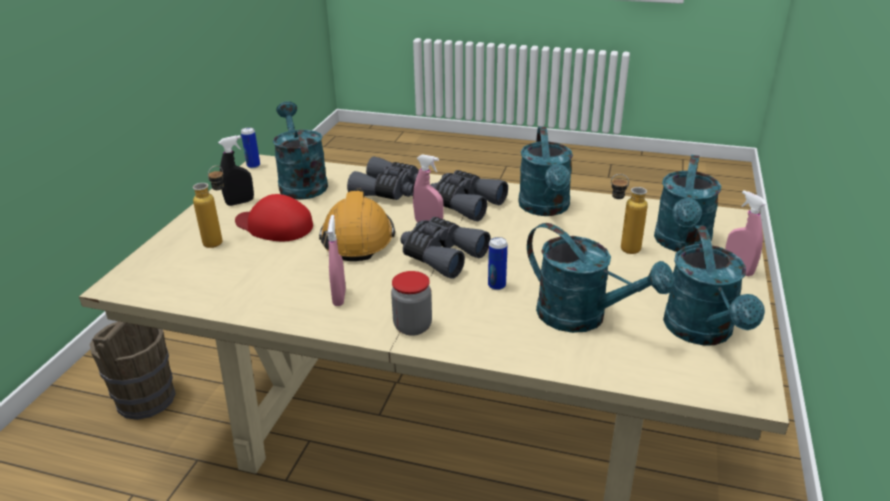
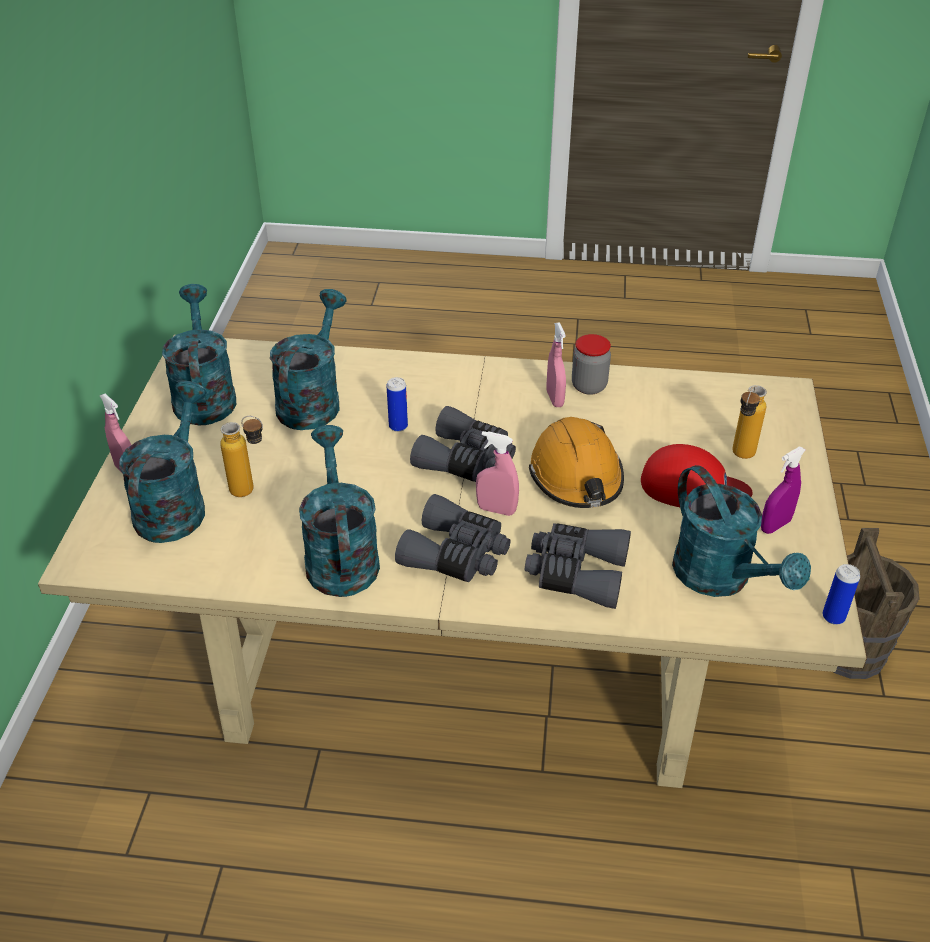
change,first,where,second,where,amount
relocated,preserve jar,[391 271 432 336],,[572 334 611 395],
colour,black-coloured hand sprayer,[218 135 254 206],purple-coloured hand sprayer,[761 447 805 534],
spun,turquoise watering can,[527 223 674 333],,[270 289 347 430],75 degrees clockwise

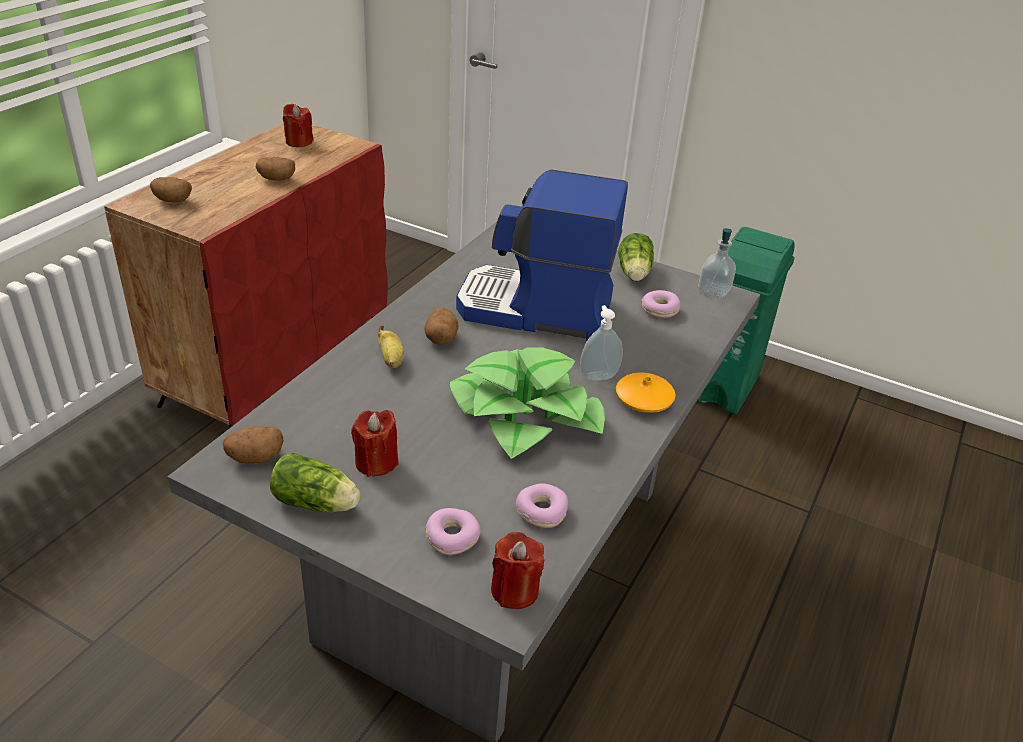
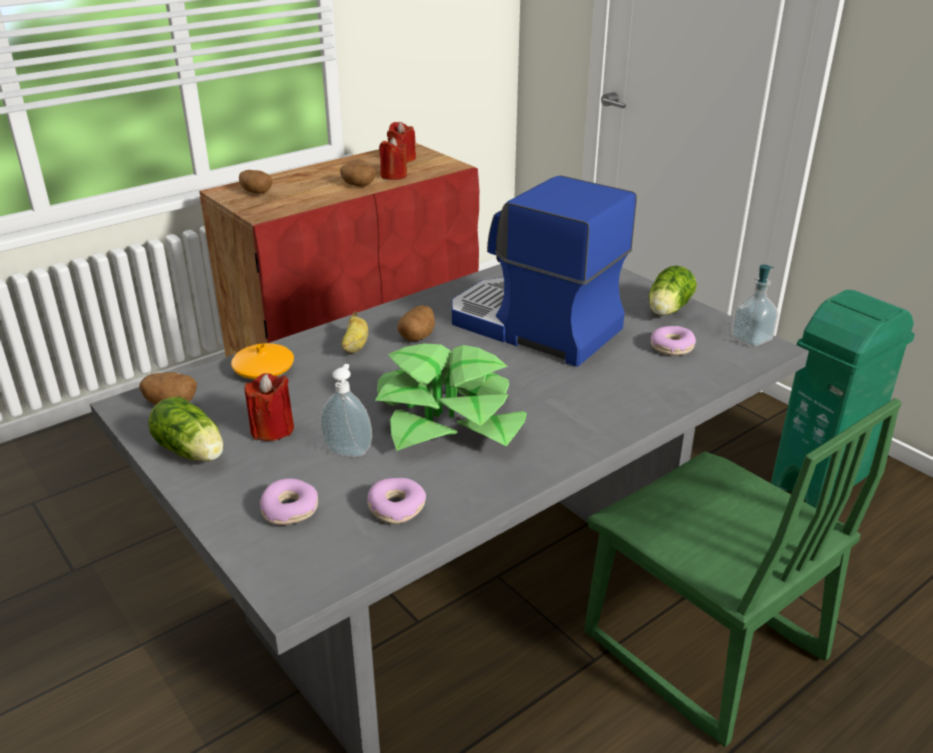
change,first,where,second,where,amount
appeared,,,green upright chair,[585 398 902 747],
relocated,reddish wax light,[491 532 544 609],,[379 137 407 180],
relocated,soap bottle,[580 305 623 381],,[320 364 372 457],
relocated,orange decorative vase,[616 372 676 413],,[231 343 294 379],

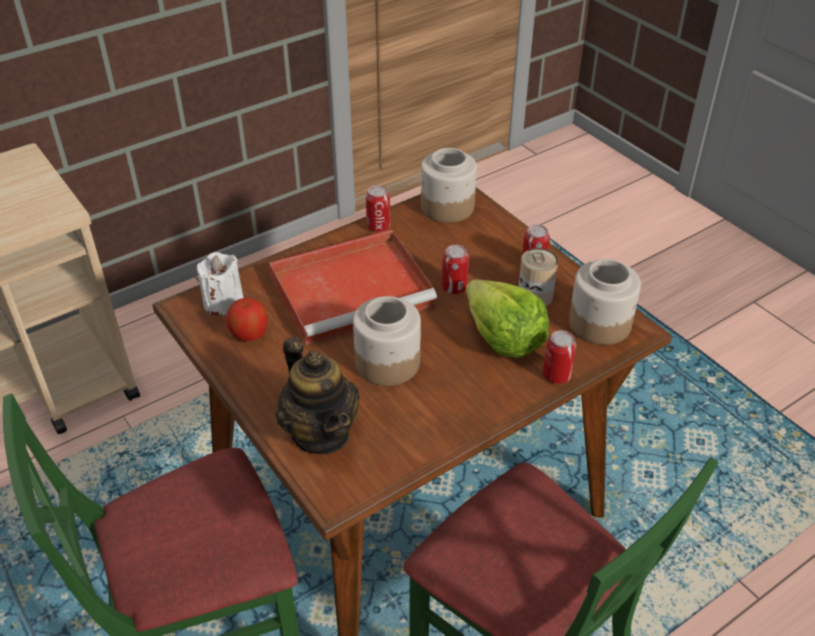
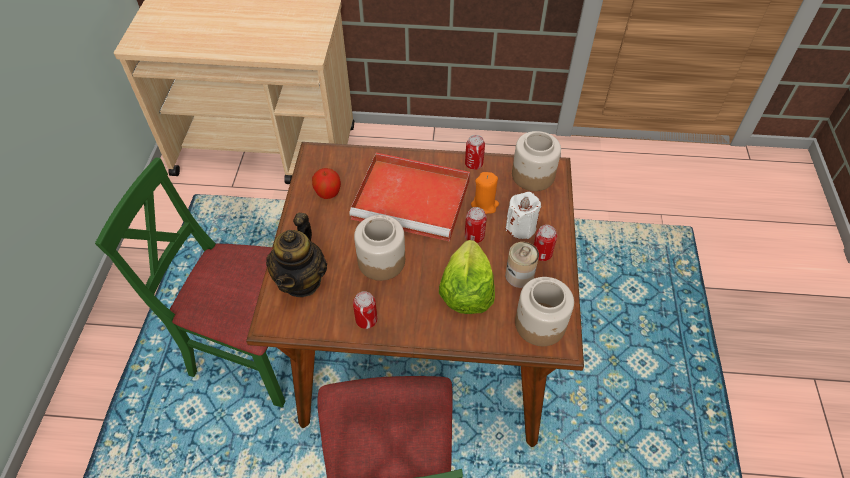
change,first,where,second,where,amount
appeared,,,orange wax light,[471 172 499 214],
relocated,white wax light,[197 252 244 316],,[505 192 541 239],
relocated,metal can,[543 330 576 384],,[353 291 377 329],

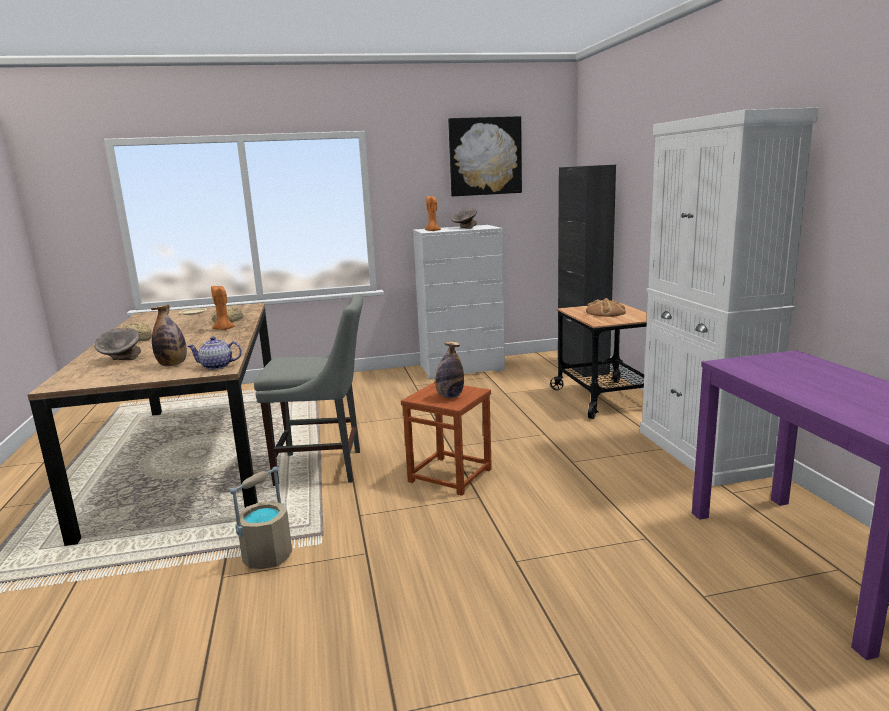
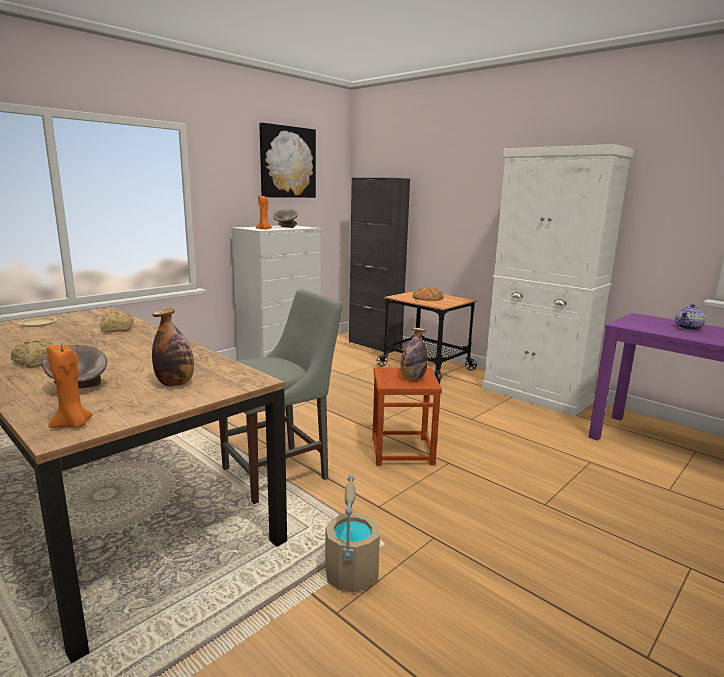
change,first,where,second,where,amount
relocated,pot for tea,[187 336 242 370],,[675 304 706 330],
relocated,orange wax light,[211 286 235 330],,[47 343 93 428],

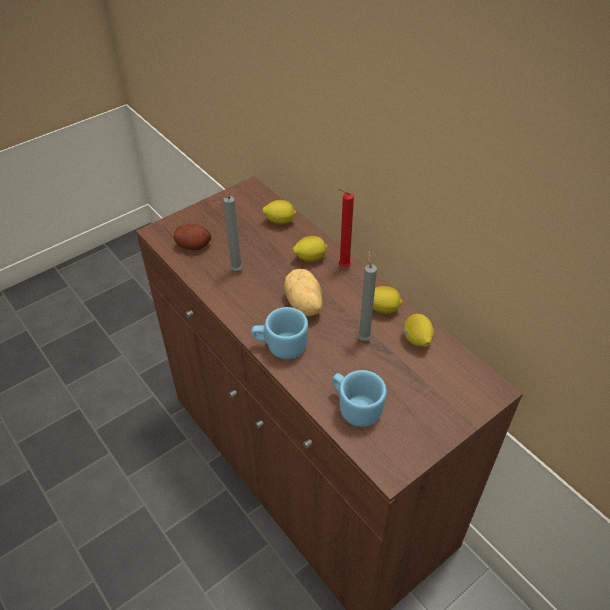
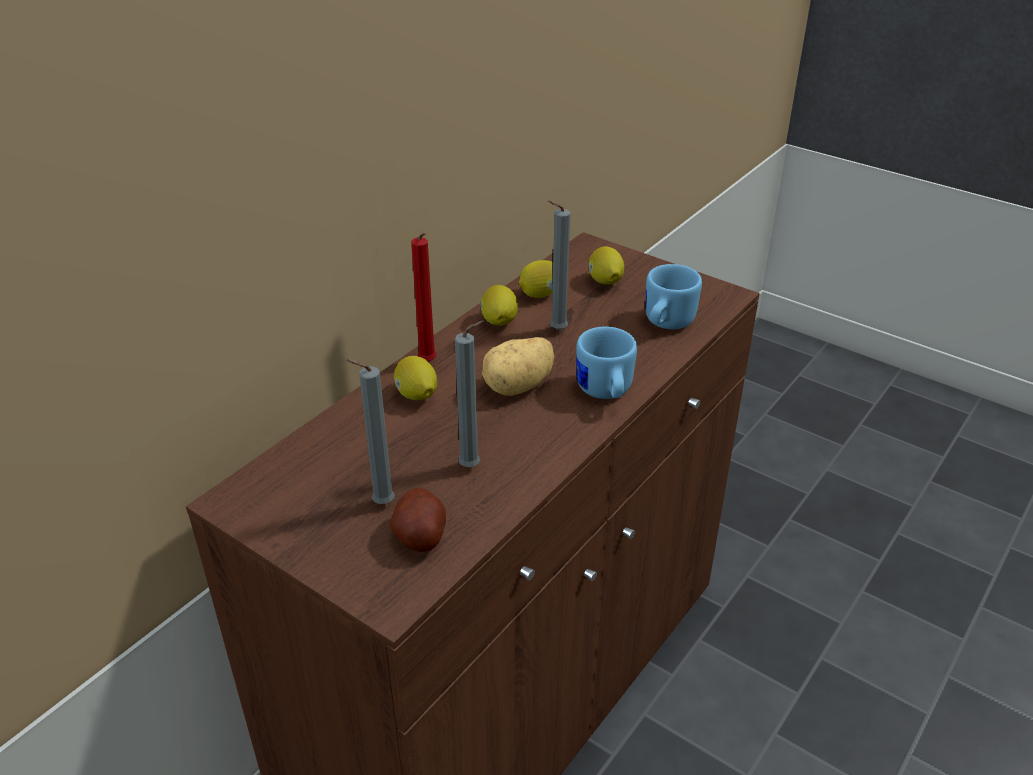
change,first,where,second,where,amount
appeared,,,gray wax light,[347 359 395 504],
relocated,citrus fruit,[263 200 296 225],,[588 246 624 284],

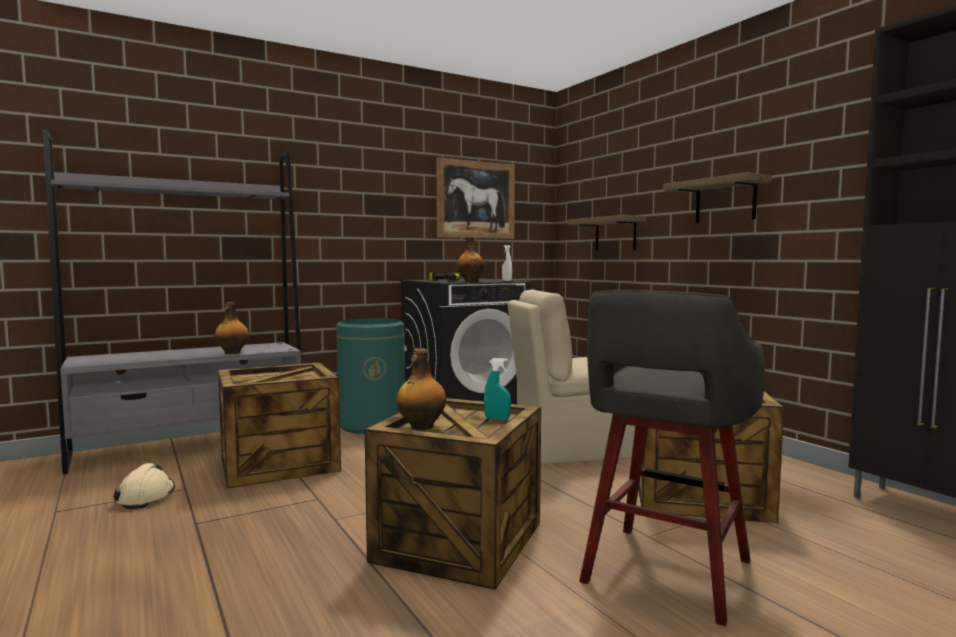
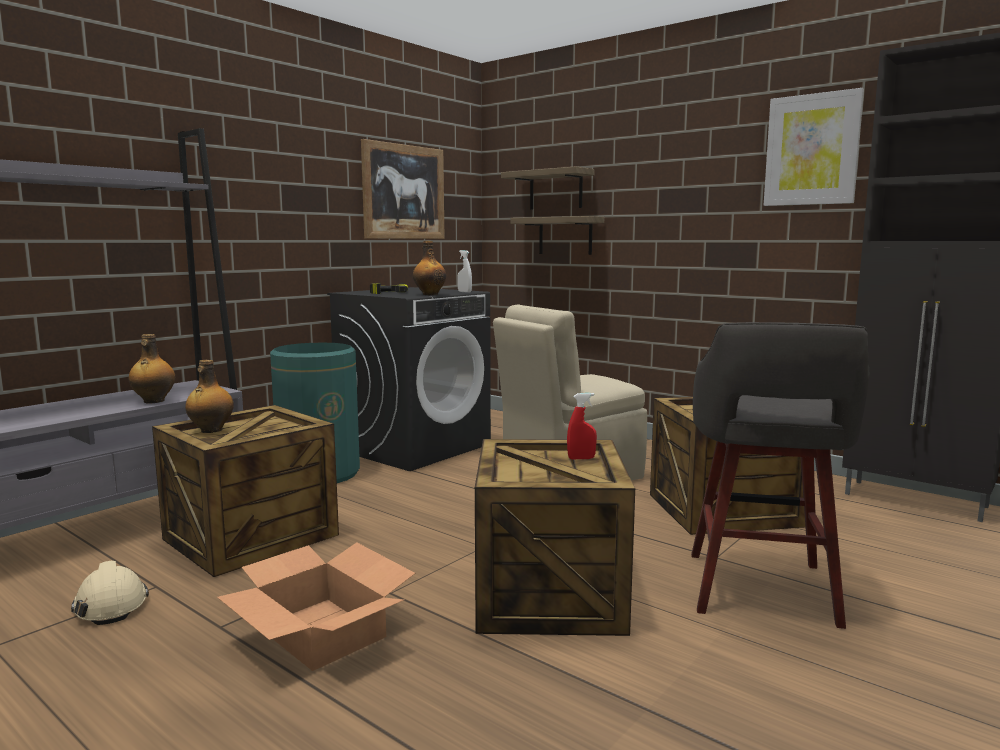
change,first,where,second,where,amount
appeared,,,cardboard box,[217 542 415 671],
appeared,,,wall picture,[764 88 864 206],
relocated,beverage bottle,[396 348 447 430],,[185 360 234 433],
relocated,wall shelf,[663 172 772 223],,[501 166 595 210],
colour,turquoise hand sprayer,[484 358 511 420],reddish hand sprayer,[567 393 597 459],

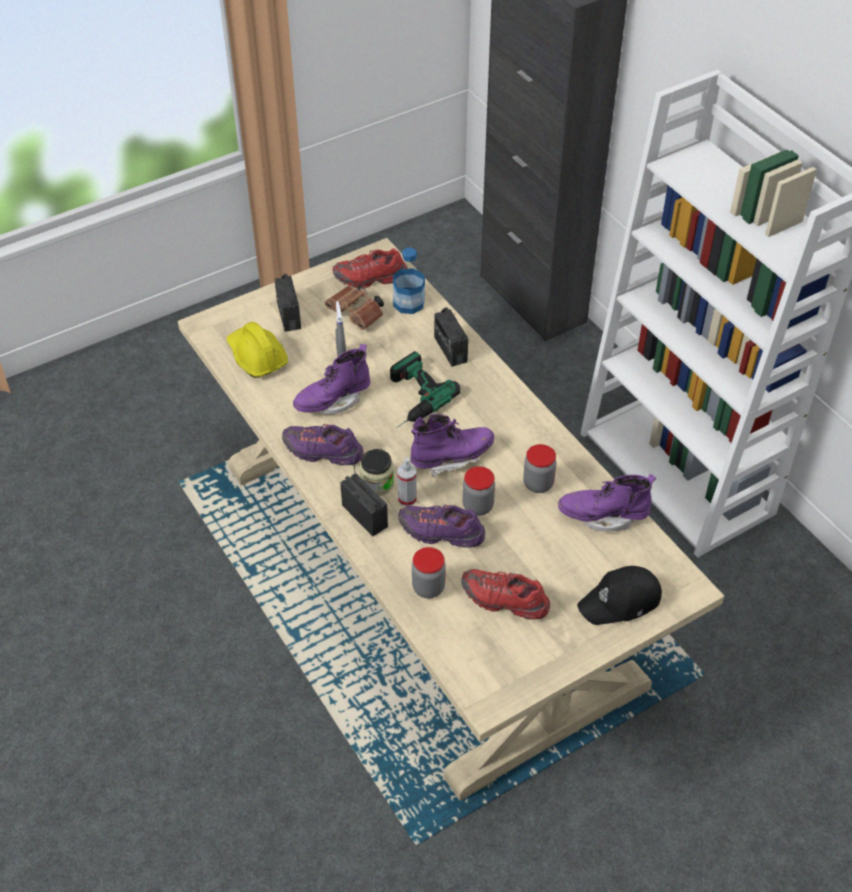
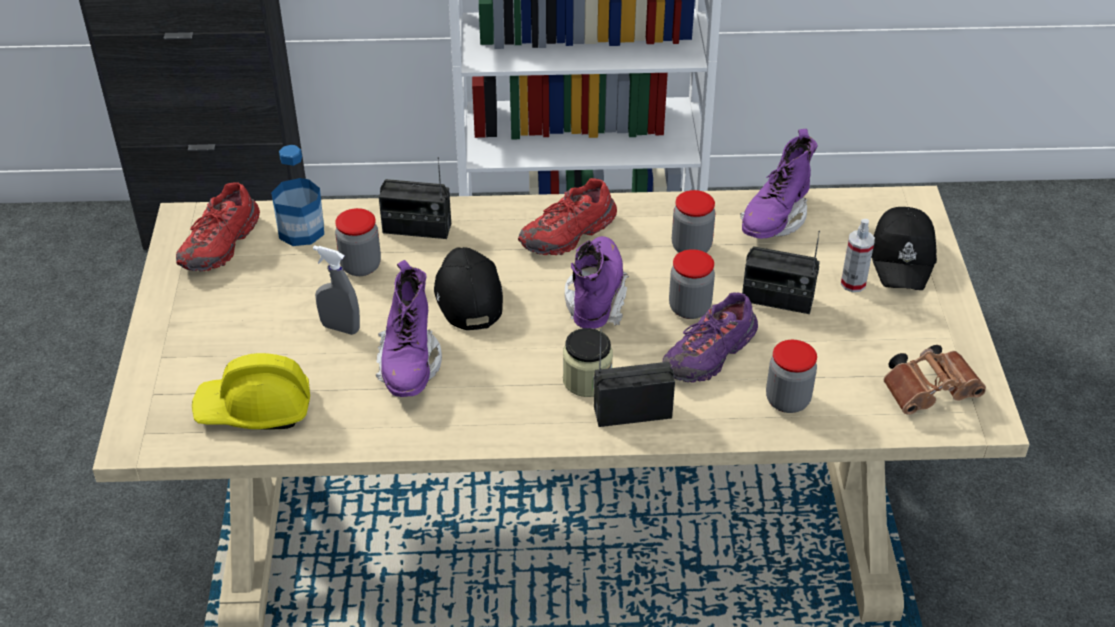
change,first,where,second,where,amount
missing,purple-coloured low shoe,[282 424 363 465],,,
appeared,,,preserve jar,[335 208 381 276],
relocated,radio receiver,[274 274 301 332],,[742 231 820 314],
relocated,brownish field glasses,[325 285 384 330],,[883 345 986 415],
relocated,hand sprayer,[398 458 417 506],,[841 219 875 292],
relocated,reddish low shoe,[461 569 550 620],,[518 178 617 255],
exchanged,power drill,[390 351 460 428],black-coloured baseball cap,[434 247 503 330],

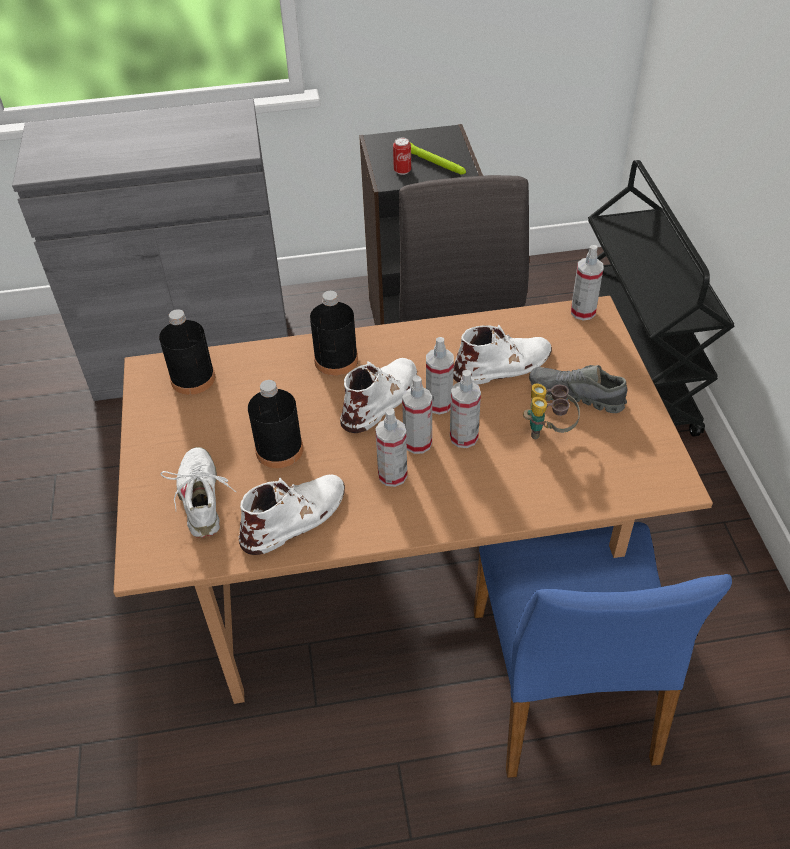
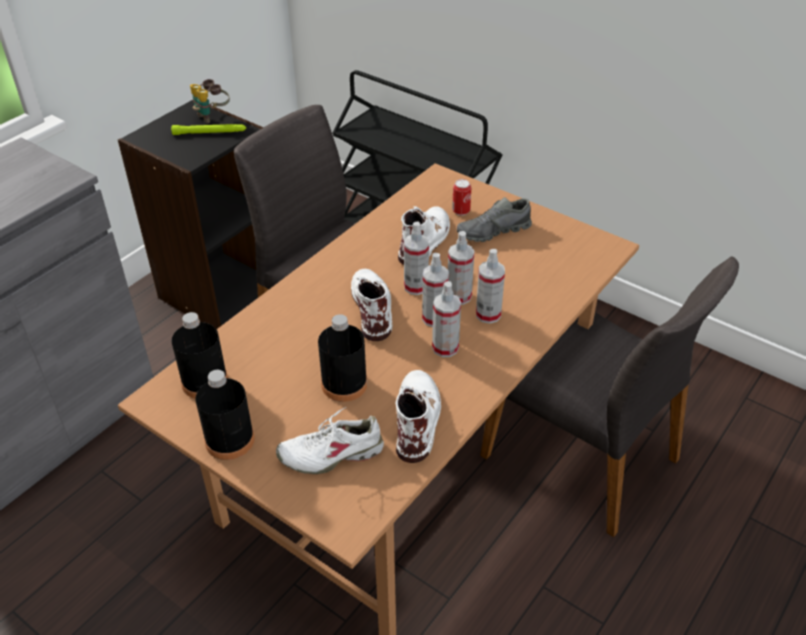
change,first,where,second,where,amount
relocated,black-coloured beverage bottle,[310 291 358 376],,[196 370 255 460],
relocated,metal can,[393 138 411 175],,[452 179 471 216],
relocated,field glasses,[523 384 580 439],,[190 79 230 123],
relocated,hand sprayer,[571 245 604 321],,[476 249 505 324],
colour,blue upright chair,[474 522 732 778],gray upright chair,[480 257 739 538],
spun,white low shoe,[160 447 236 538],,[276 407 384 474],45 degrees counterclockwise

